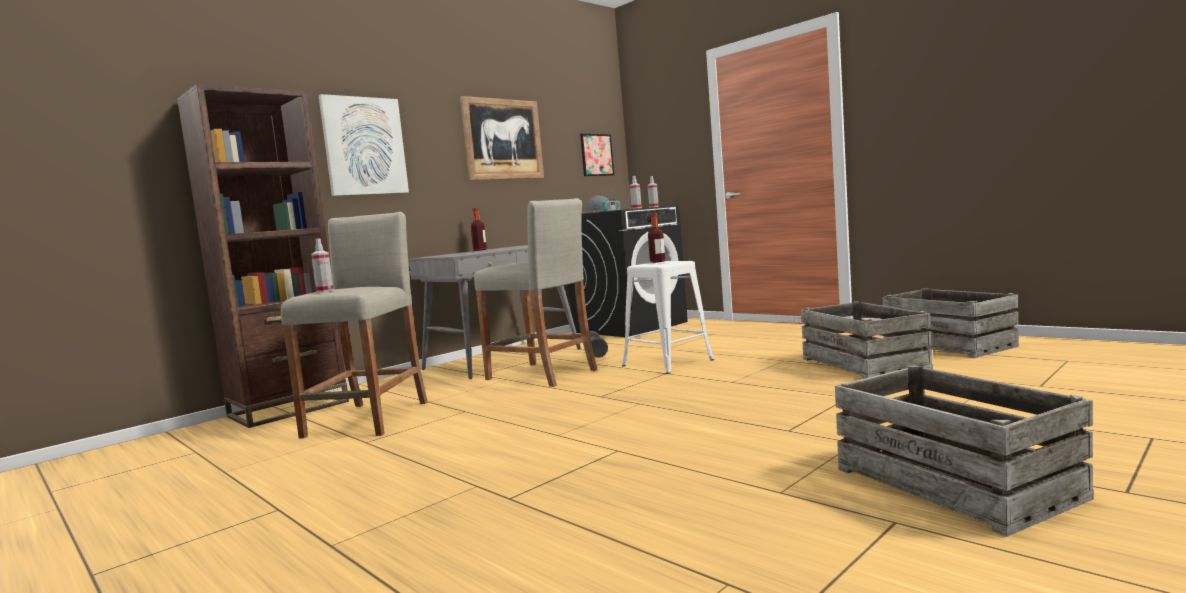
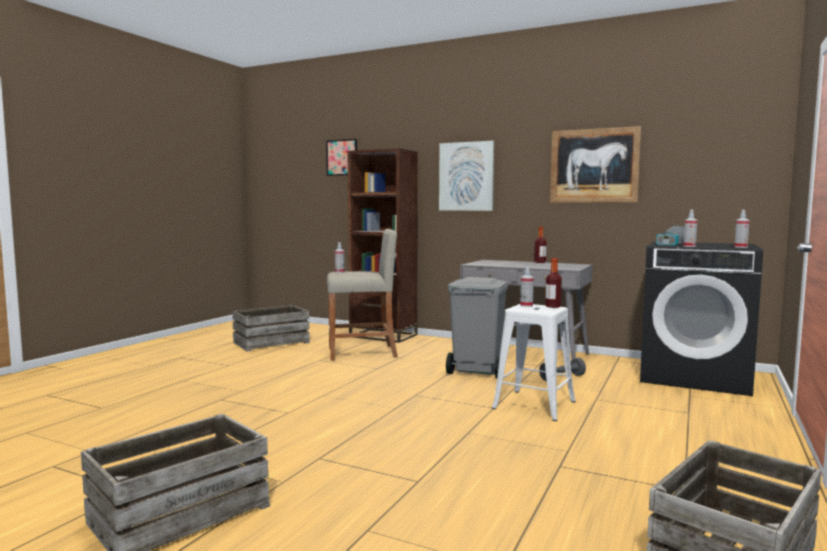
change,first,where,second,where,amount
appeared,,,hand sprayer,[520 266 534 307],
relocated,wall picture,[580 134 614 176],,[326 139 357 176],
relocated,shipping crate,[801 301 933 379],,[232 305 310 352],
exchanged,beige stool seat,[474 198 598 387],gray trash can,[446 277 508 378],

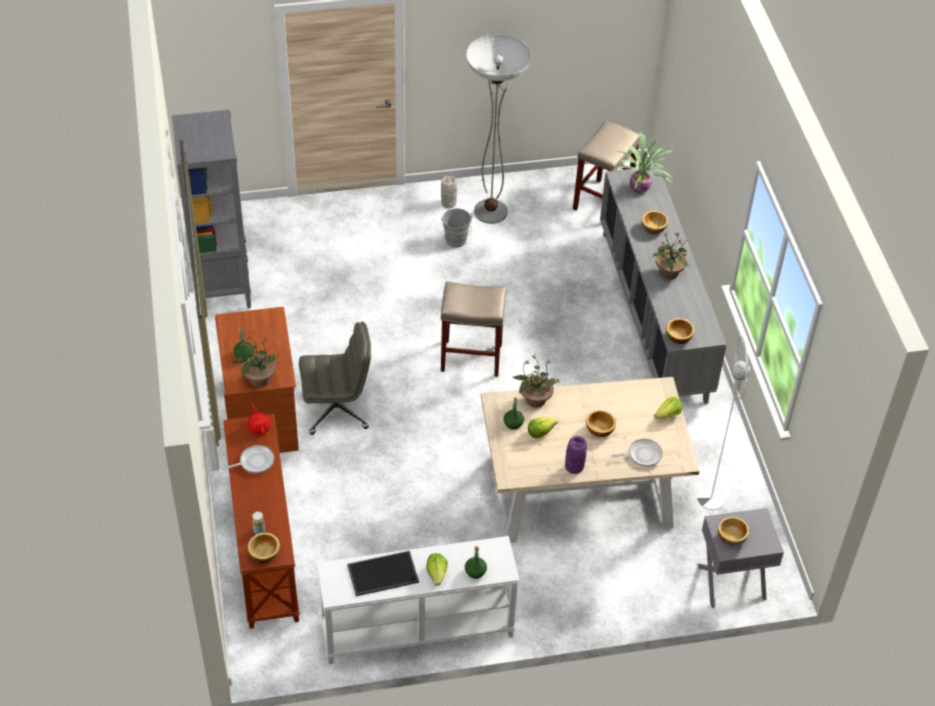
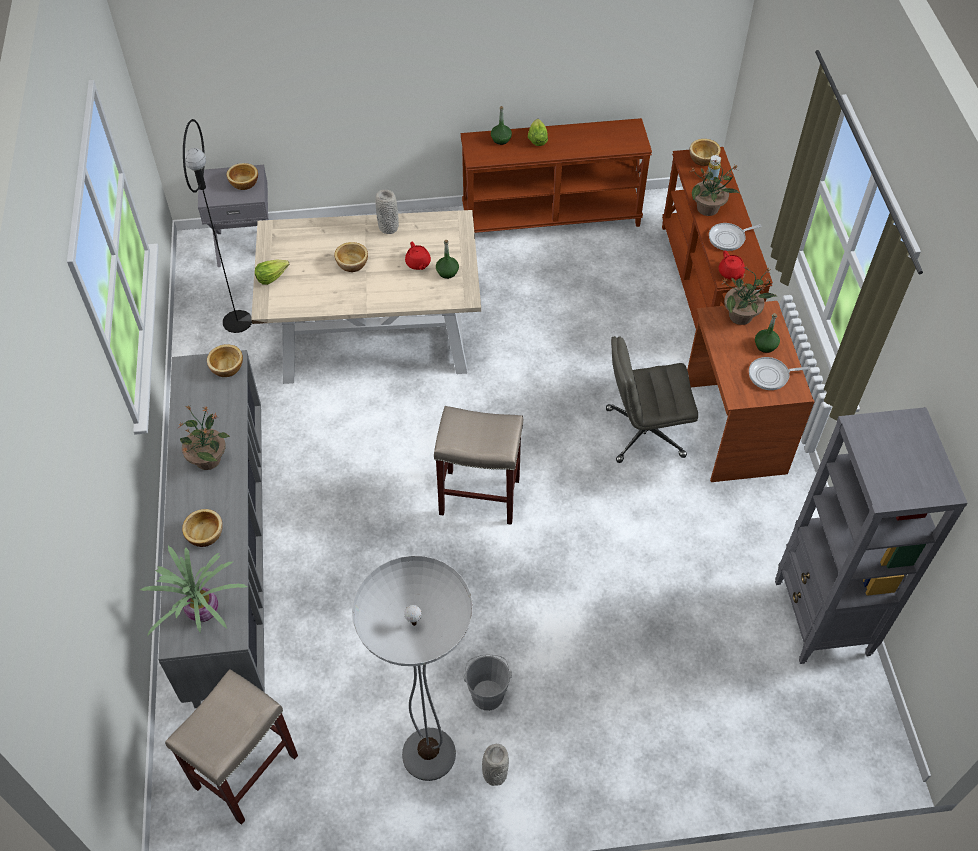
change,first,where,second,where,amount
missing,carrying tray,[347 551 419 596],,,
relocated,plant in a pot,[512 355 561 408],,[690 159 740 216],
relocated,skillet,[611 439 663 467],,[749 357 811 390],
exchanged,head of lettuce,[528 417 558 439],reddish pot for tea,[405 241 431 270],
colour,white console table,[317 536 519 664],brownish console table,[460 118 652 233],
colour,purple-coloured decorative vase,[565 436 587 474],gray decorative vase,[375 190 399 234],
colour,white standing lamp,[697 336 750 510],black-coloured standing lamp,[183 119 252 333],

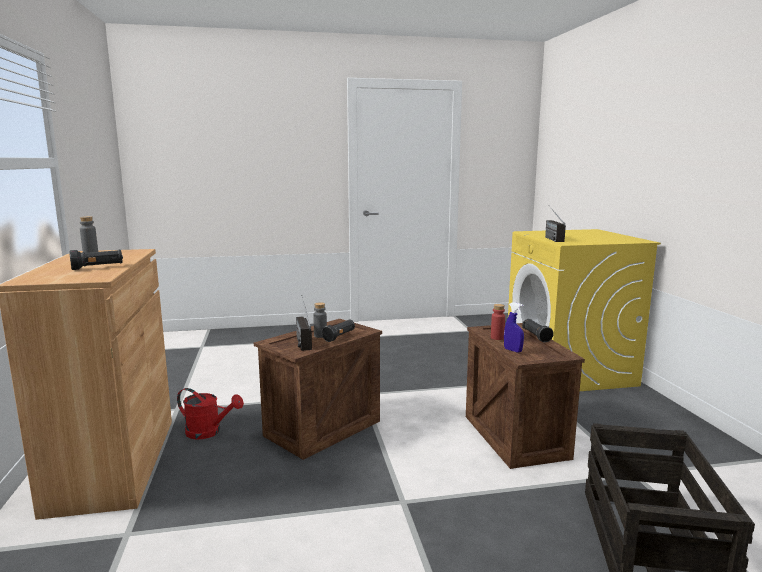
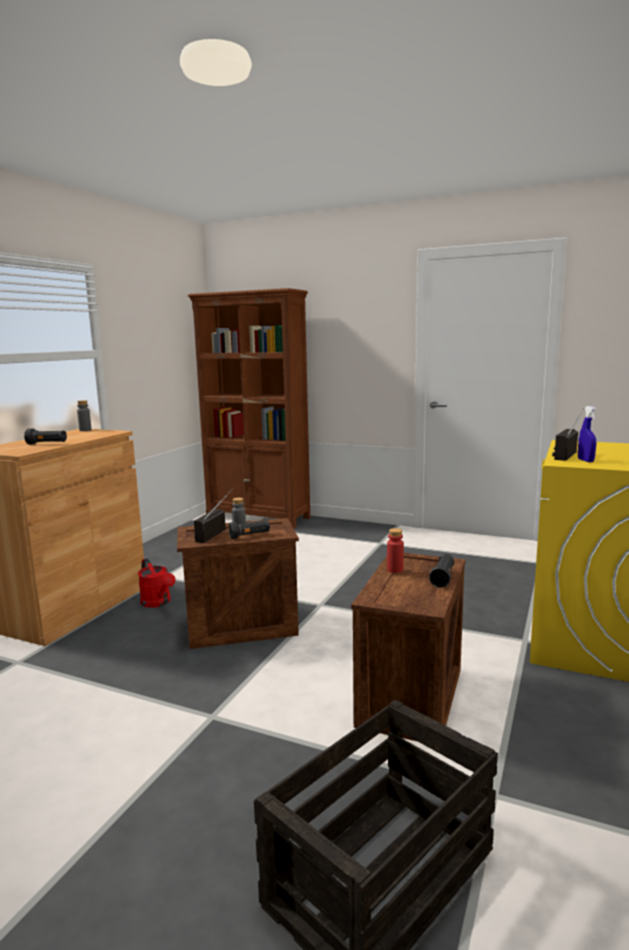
change,first,where,second,where,amount
appeared,,,brownish bookcase,[188 288 310 529],
relocated,blue hand sprayer,[504 302 524 353],,[578 406 597 462],

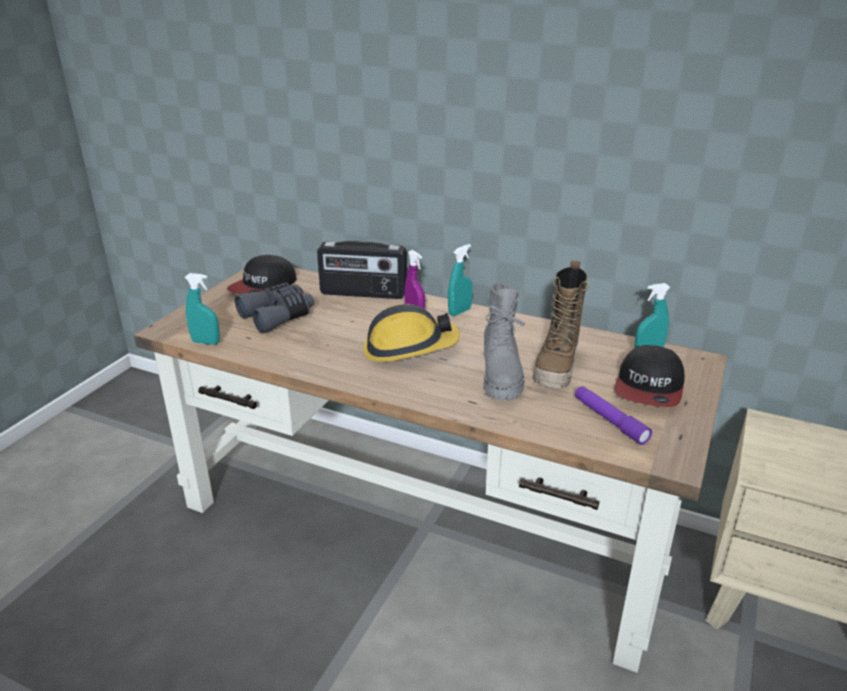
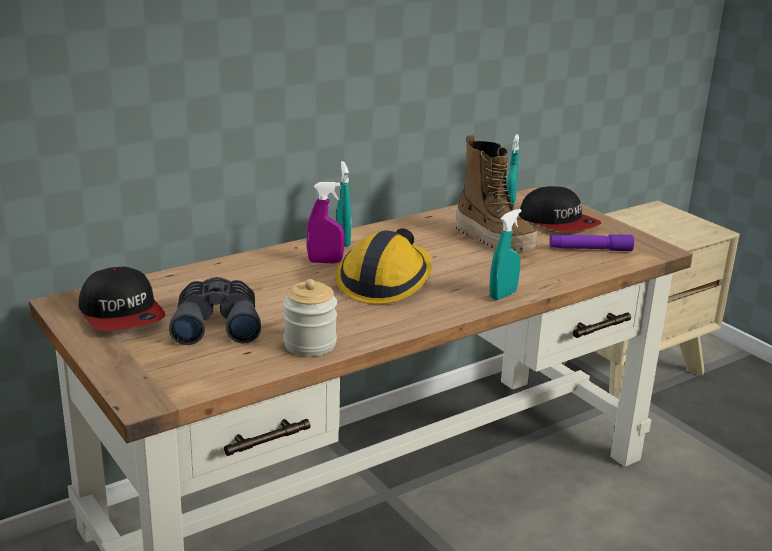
change,first,where,second,where,amount
missing,radio receiver,[317 241 407 299],,,
missing,gray high-top boot,[483 282 525 400],,,
appeared,,,preserve jar,[283 279 337 356],
relocated,turquoise hand sprayer,[185 273 220 345],,[489 209 522 300],

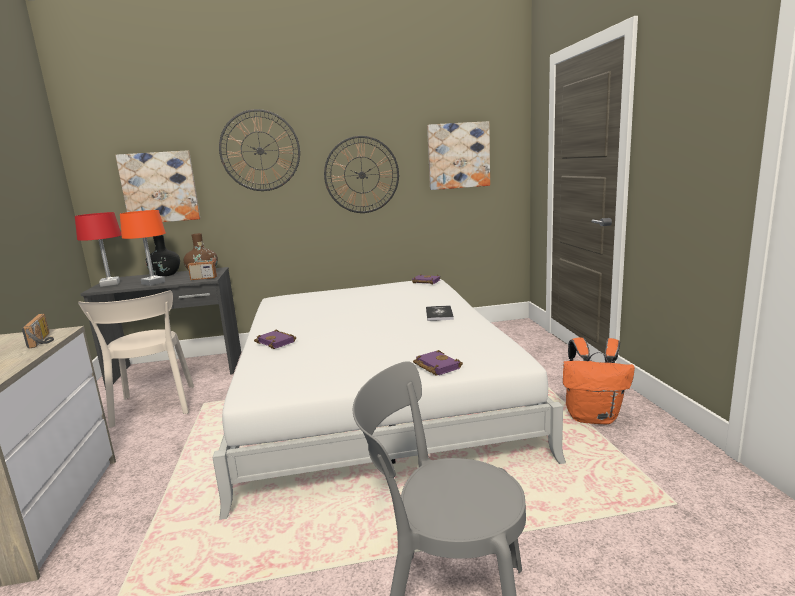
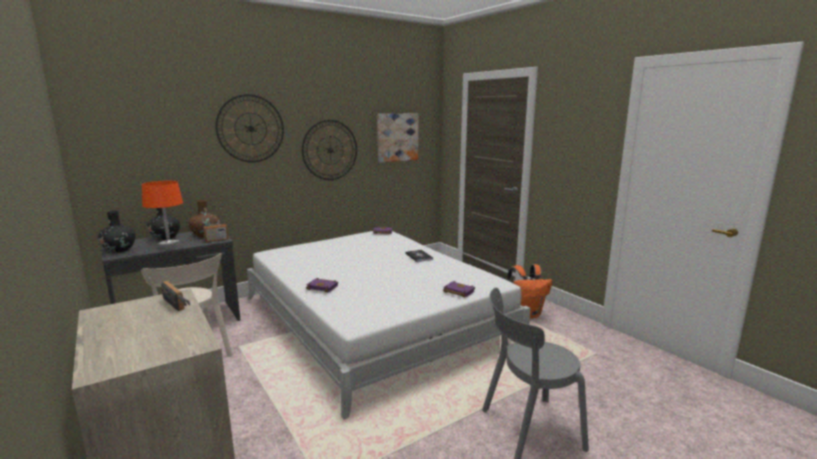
change,first,where,second,where,amount
missing,wall picture,[115 150 200 222],,,
exchanged,reddish table lamp,[75 212 121 287],black-coloured decorative vase,[98 211 135 253],

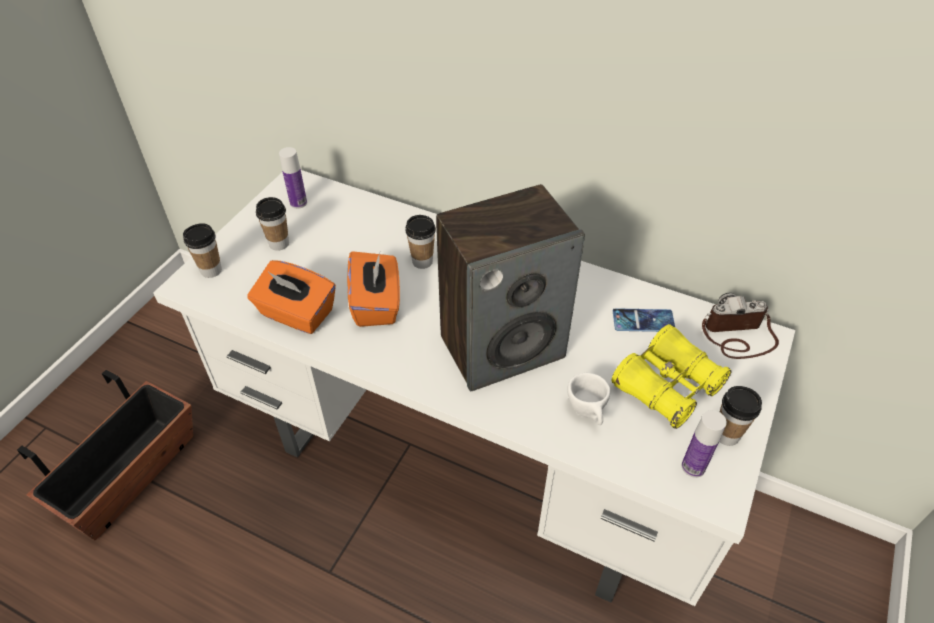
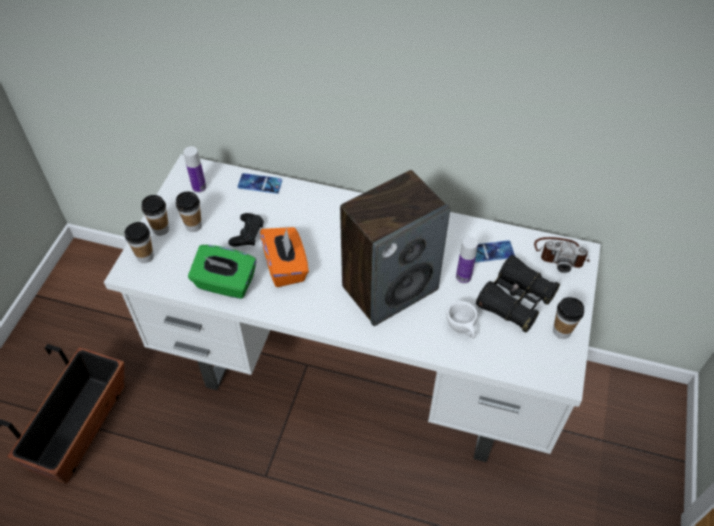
change,first,where,second,where,amount
appeared,,,black-coloured joypad,[228 213 264 246],
appeared,,,handset,[237 173 282 194],
relocated,drinking cup,[405 215 436 269],,[142 195 169 236],
relocated,beverage bottle,[682 410 727 478],,[456 237 478 284],
colour,orange tissue holder,[247 260 336 334],green tissue holder,[188 245 256 299],
colour,yellow-coloured field glasses,[612 324 732 429],black-coloured field glasses,[476 255 560 332],
spun,still camera,[702 293 779 359],,[534 237 590 273],150 degrees counterclockwise

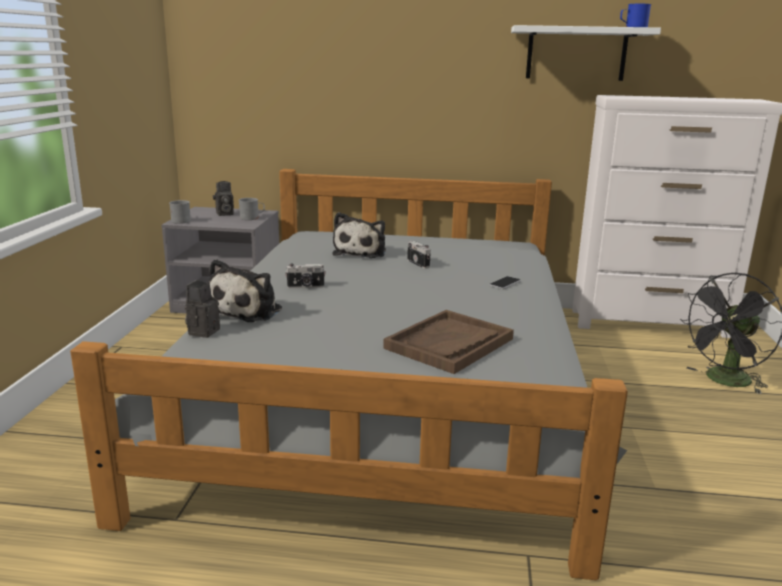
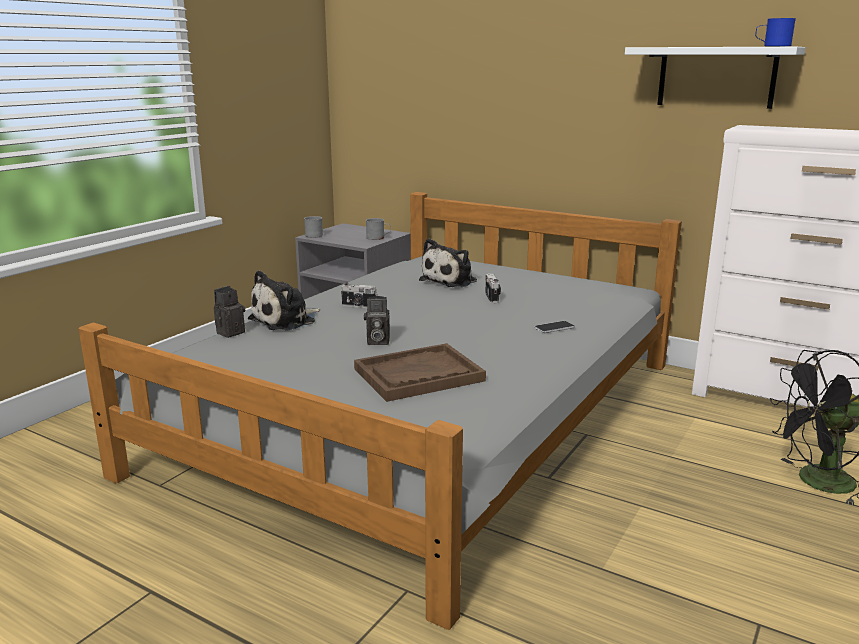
change,first,where,second,where,amount
relocated,still camera,[213 181 234 216],,[364 296 390 345],

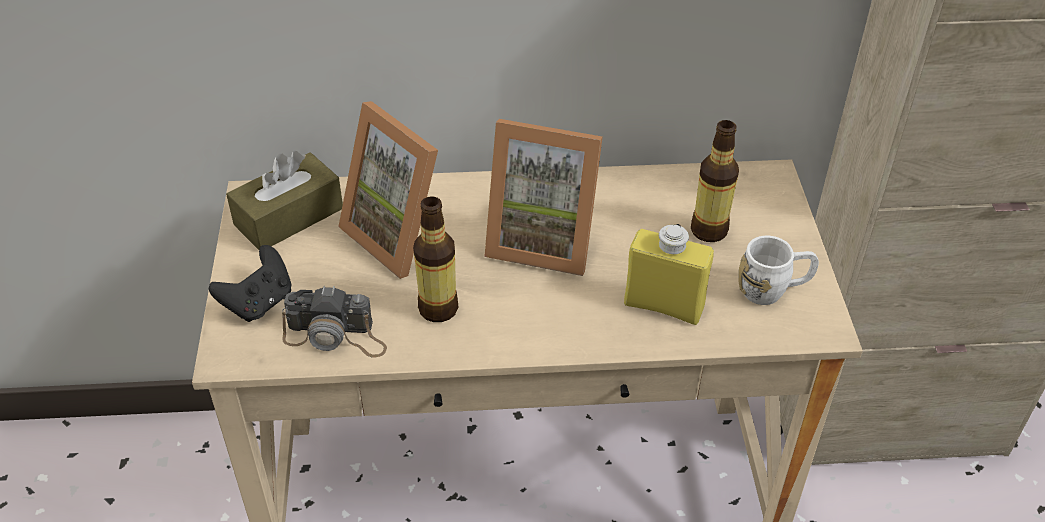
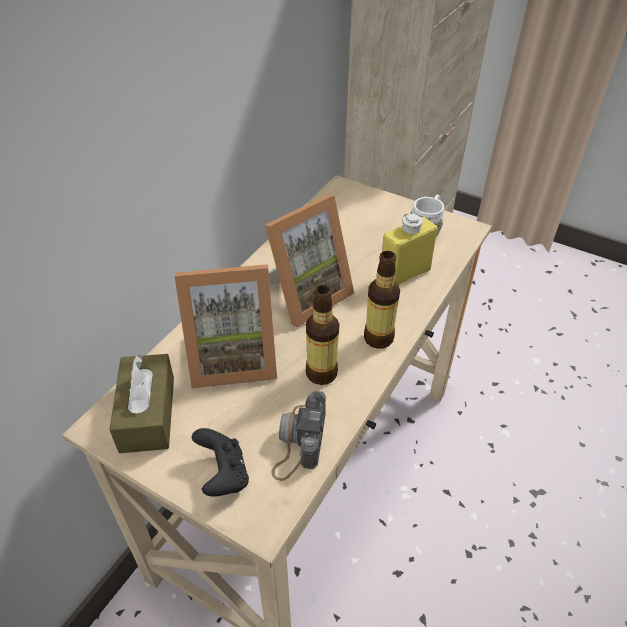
change,first,where,second,where,amount
relocated,beverage bottle,[691 120 739 242],,[364 251 400 349],
spun,still camera,[282 286 387 358],,[271 391 326 481],150 degrees clockwise

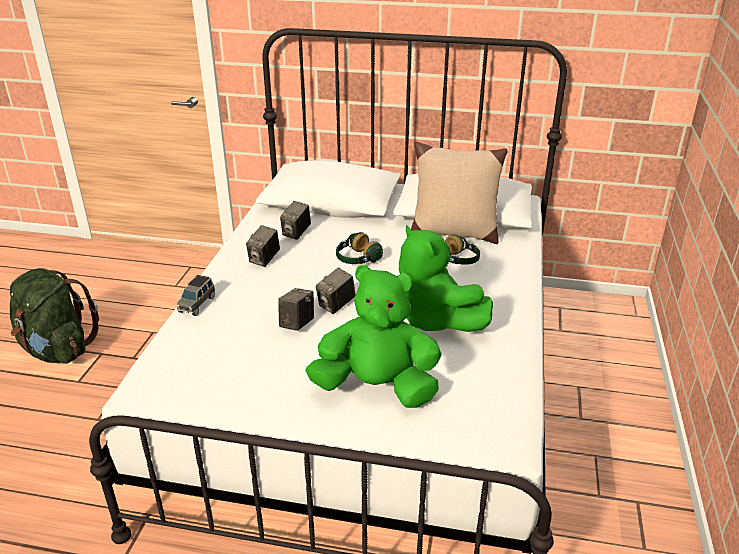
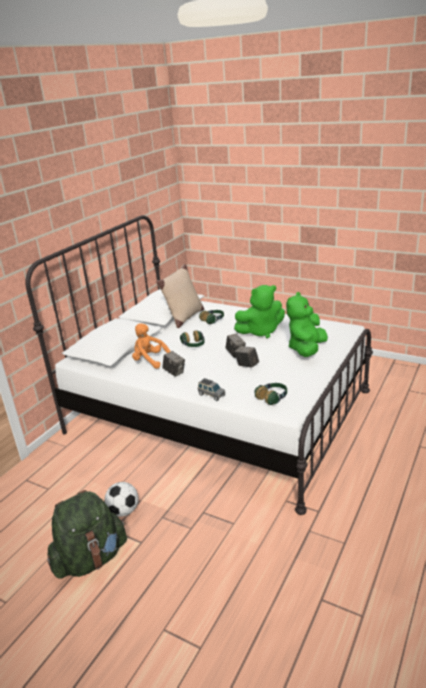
change,first,where,second,where,amount
appeared,,,ball for football,[105 482 138 517],
appeared,,,headset,[254 383 287 405],
exchanged,still camera,[280 201 311 240],orange soft toy,[132 323 171 369],

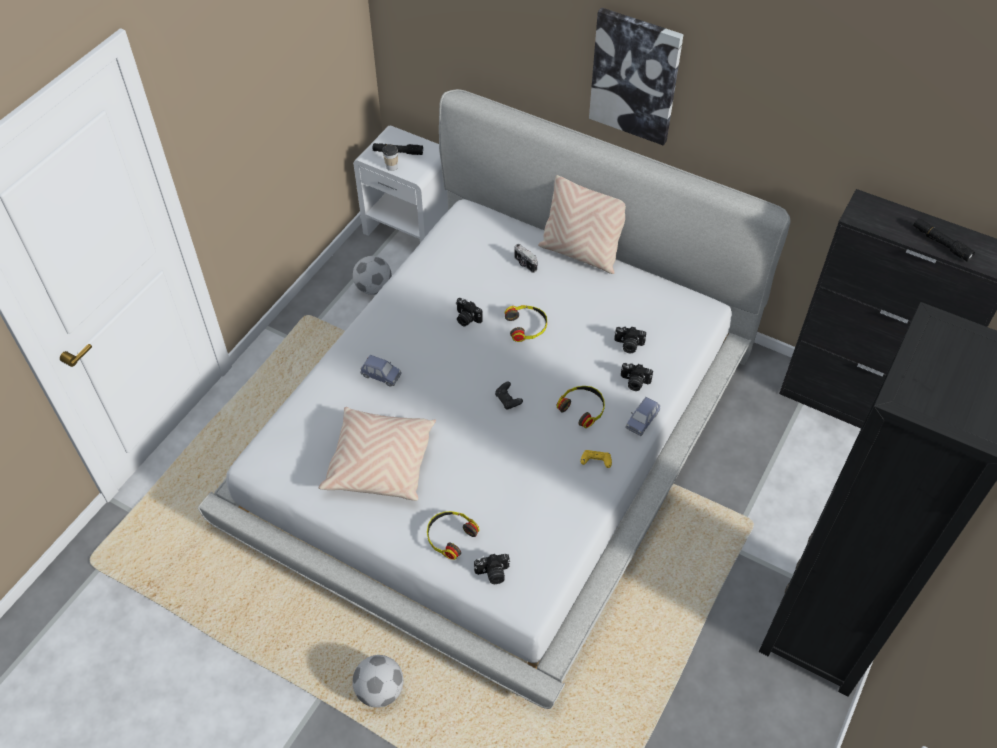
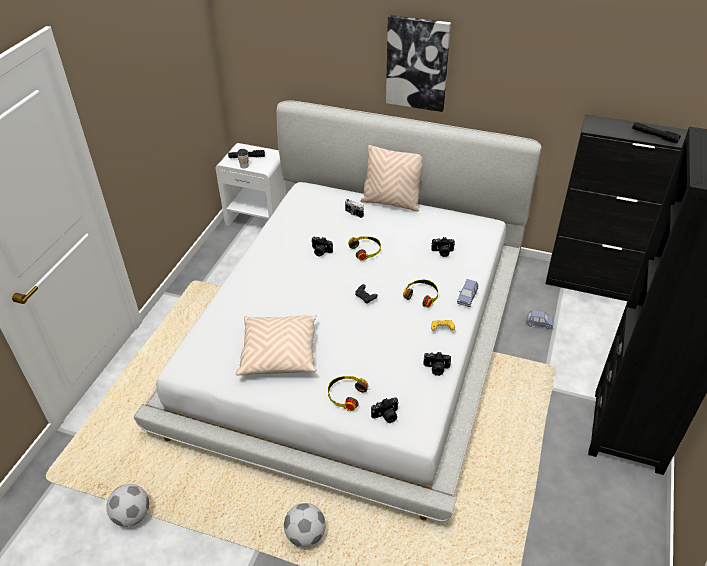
change,first,where,second,where,amount
relocated,ball for football,[353 256 392 295],,[106 484 149 527],
relocated,blue miniature car,[360 355 402 387],,[526 310 553 329],
relocated,still camera,[621 363 653 391],,[424 352 451 376],

